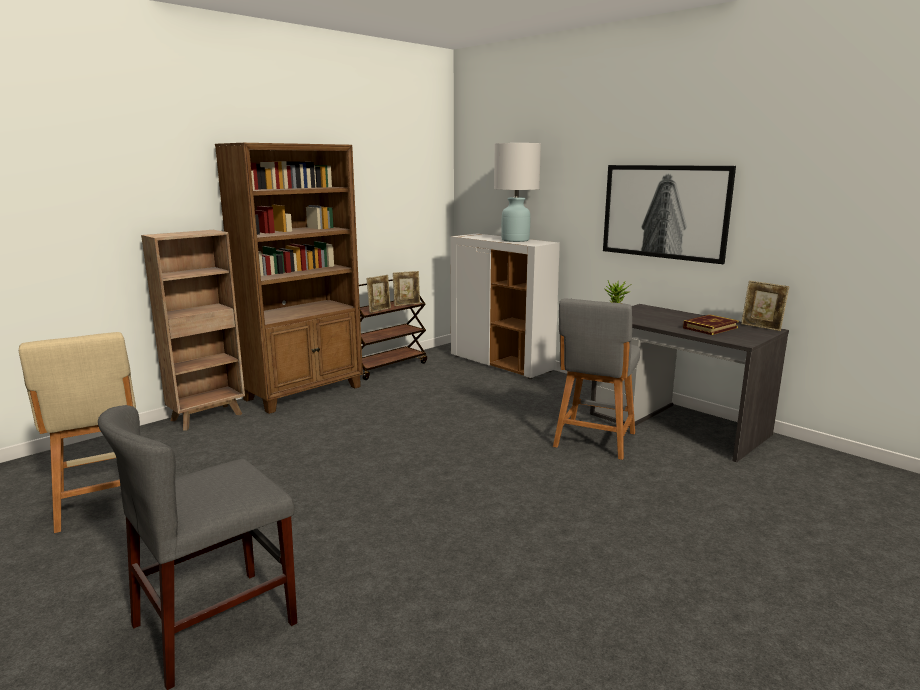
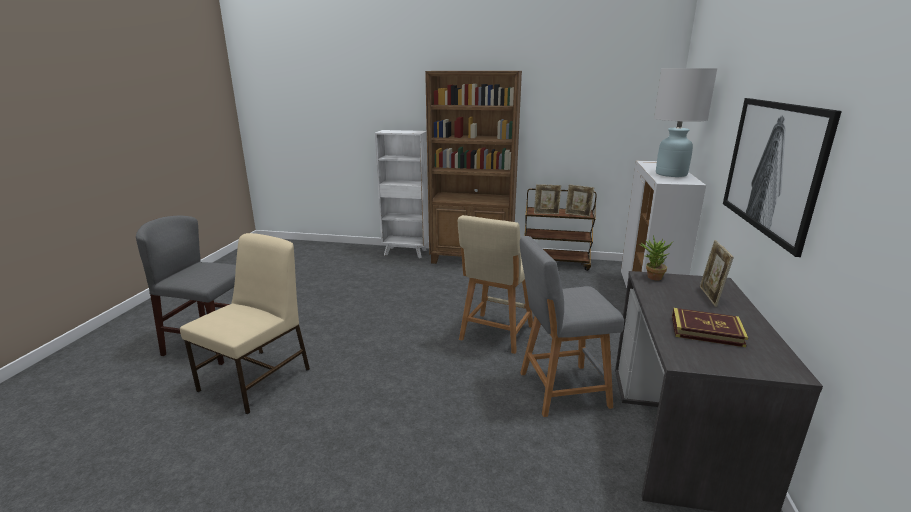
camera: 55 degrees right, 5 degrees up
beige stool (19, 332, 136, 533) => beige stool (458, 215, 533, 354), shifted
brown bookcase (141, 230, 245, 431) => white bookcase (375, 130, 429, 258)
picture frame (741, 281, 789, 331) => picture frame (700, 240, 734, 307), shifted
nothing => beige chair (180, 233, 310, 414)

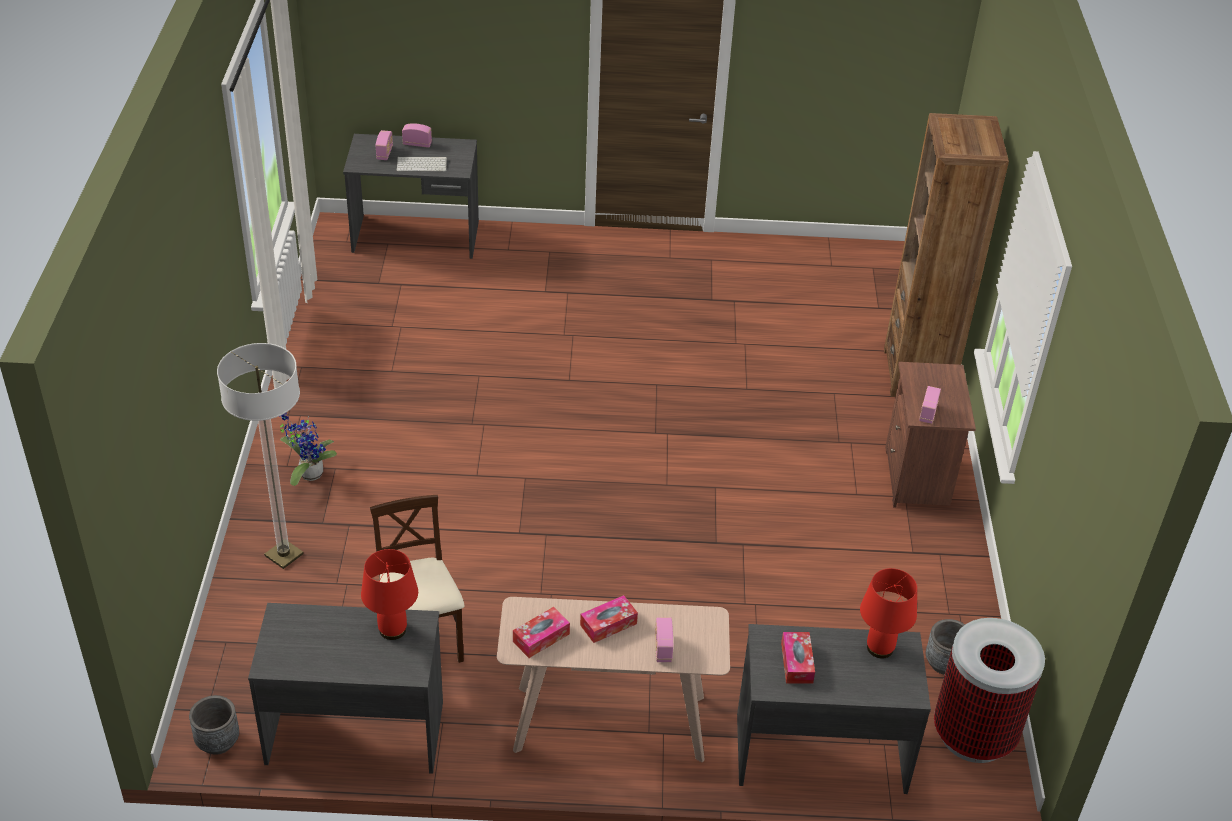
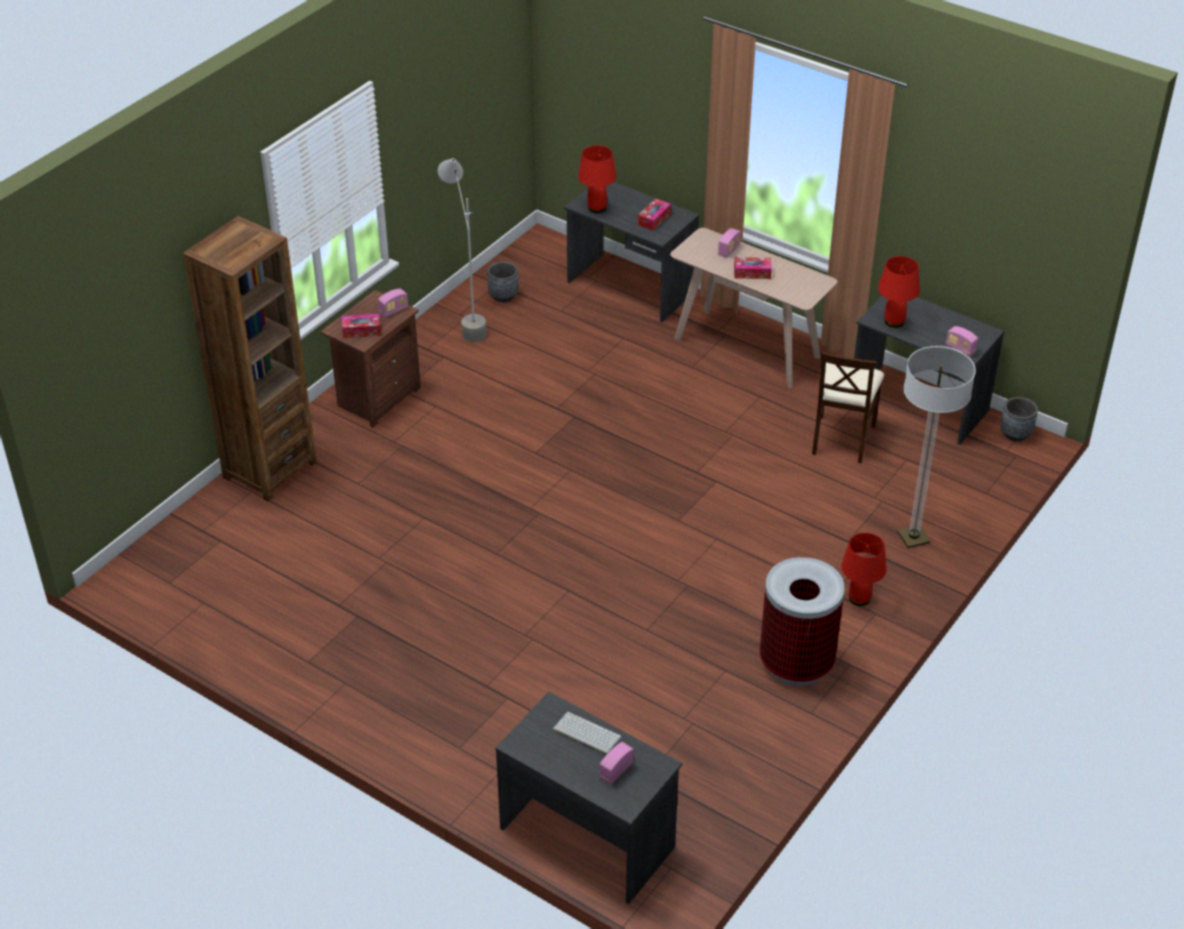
camera: 145 degrees left, 0 degrees up
potted plant (280, 412, 337, 486) => red table lamp (841, 533, 887, 606)
radio (402, 123, 432, 148) => radio (946, 326, 978, 357), shifted
tissue box (513, 607, 570, 658) => tissue box (342, 314, 381, 338), shifted
trash can (934, 618, 1045, 763) => trash can (760, 557, 845, 686), shifted
nothing => grey floor lamp (438, 158, 487, 342)

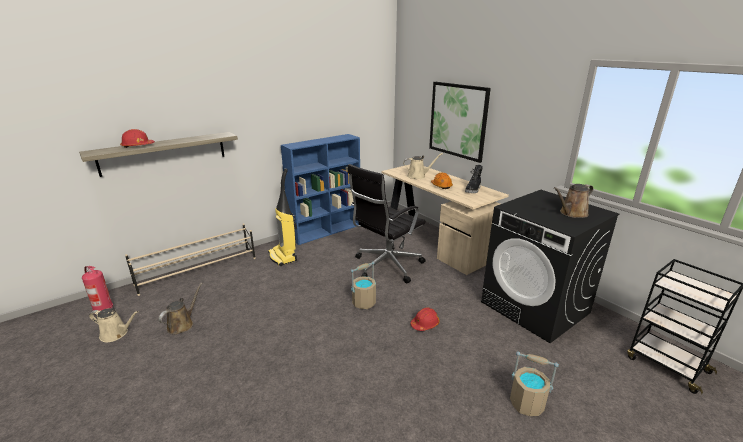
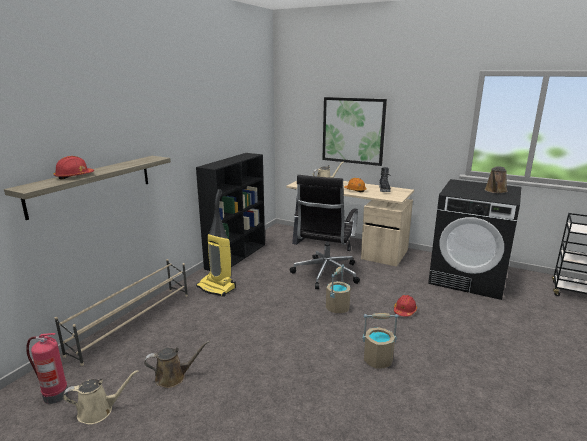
camera: 25 degrees left, 5 degrees down
brown watering can (159, 283, 203, 334) => brown watering can (144, 341, 210, 388), 75 degrees clockwise
blue bookcase (281, 134, 360, 245) => black bookcase (196, 153, 265, 271)
beige bucket (510, 351, 559, 416) => beige bucket (362, 313, 398, 369), shifted

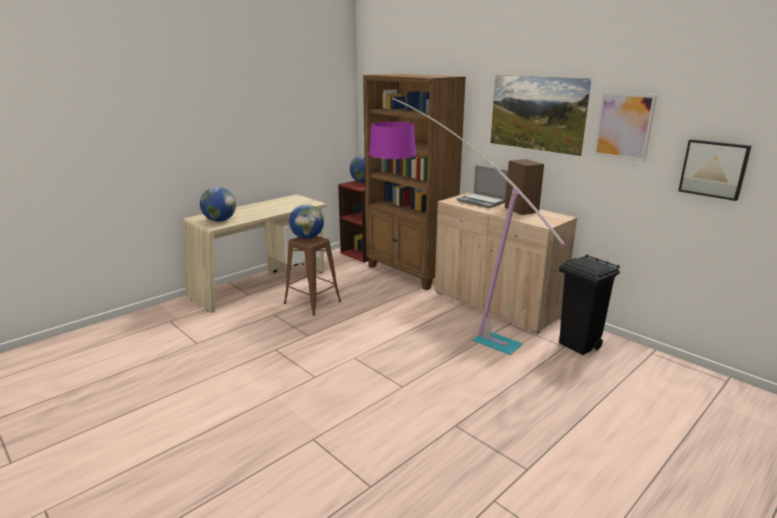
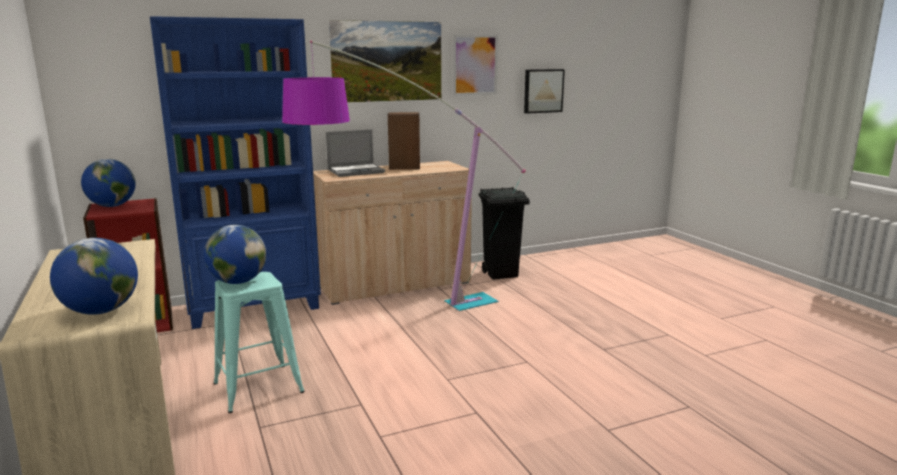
camera: 70 degrees left, 5 degrees down
brown stool (284, 236, 341, 316) => turquoise stool (214, 272, 305, 413)
brown bookcase (363, 74, 466, 290) => blue bookcase (150, 16, 321, 329)

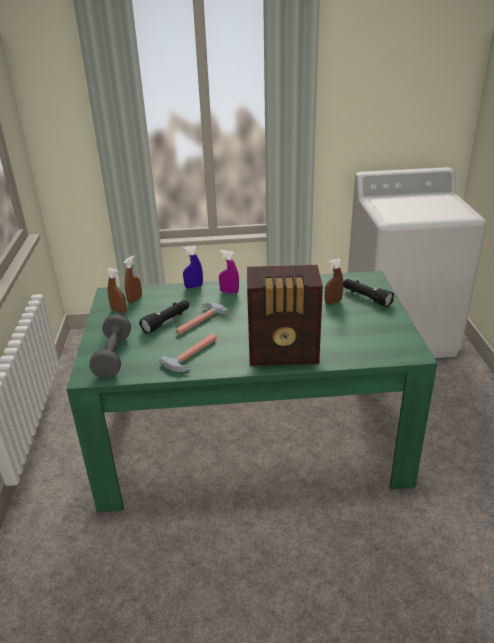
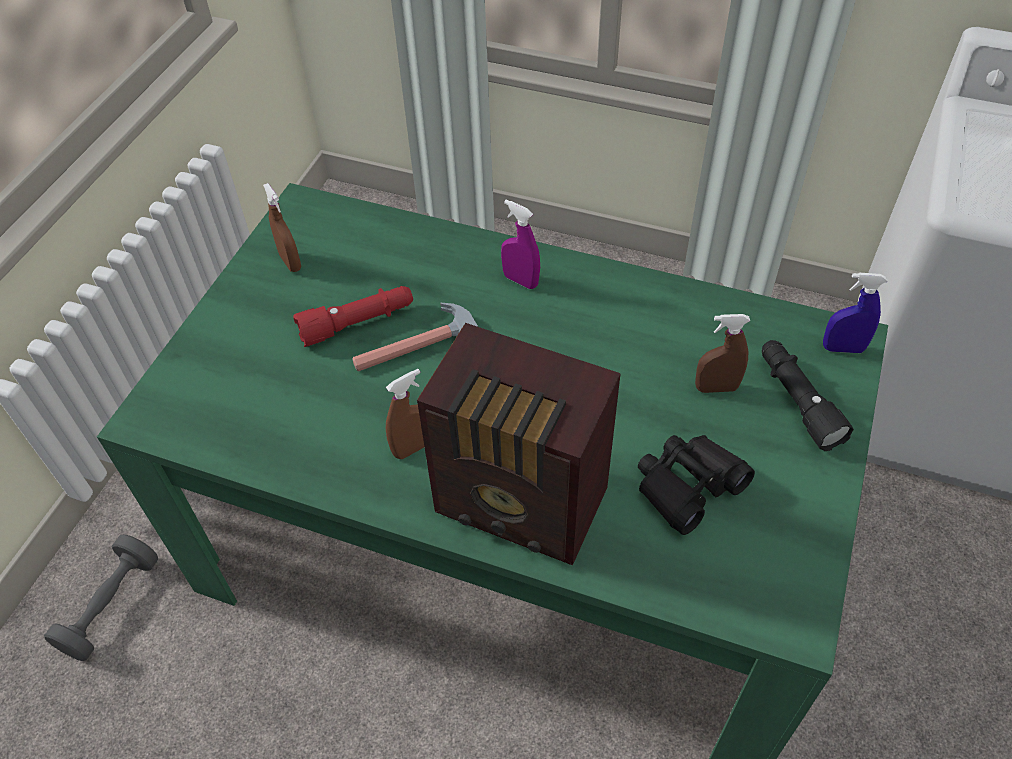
camera: 25 degrees right, 20 degrees up
grey dumbbell (89, 314, 131, 378) => grey dumbbell (44, 535, 158, 661), shifted
brown spray bottle (124, 255, 142, 303) => brown spray bottle (386, 369, 424, 459), shifted
black flashlight (139, 300, 189, 334) => red flashlight (293, 286, 413, 347)
hammer (159, 334, 217, 372) => nothing
blue spray bottle (183, 246, 203, 289) => blue spray bottle (823, 273, 887, 353), shifted
nothing => black binoculars (638, 435, 755, 535)

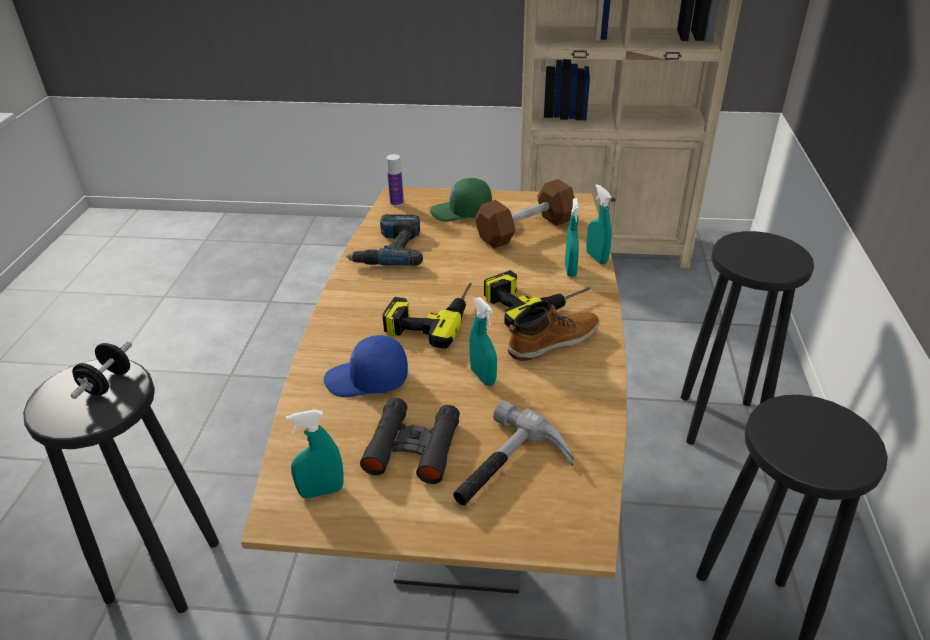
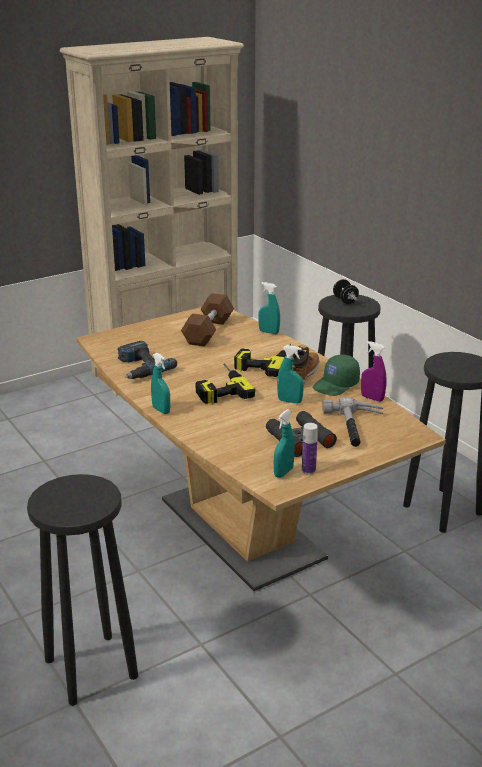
camera: 40 degrees left, 10 degrees down
black dumbbell (70, 342, 132, 399) => black dumbbell (333, 279, 359, 304), shifted
blue cap (324, 335, 408, 397) => nothing
bottle (386, 154, 404, 206) => bottle (302, 423, 318, 474), shifted
green cap (430, 178, 492, 222) => green cap (312, 354, 360, 396), shifted
turquoise spray bottle (565, 198, 579, 277) => turquoise spray bottle (151, 353, 170, 414), shifted
nothing => purple spray bottle (361, 341, 387, 402)

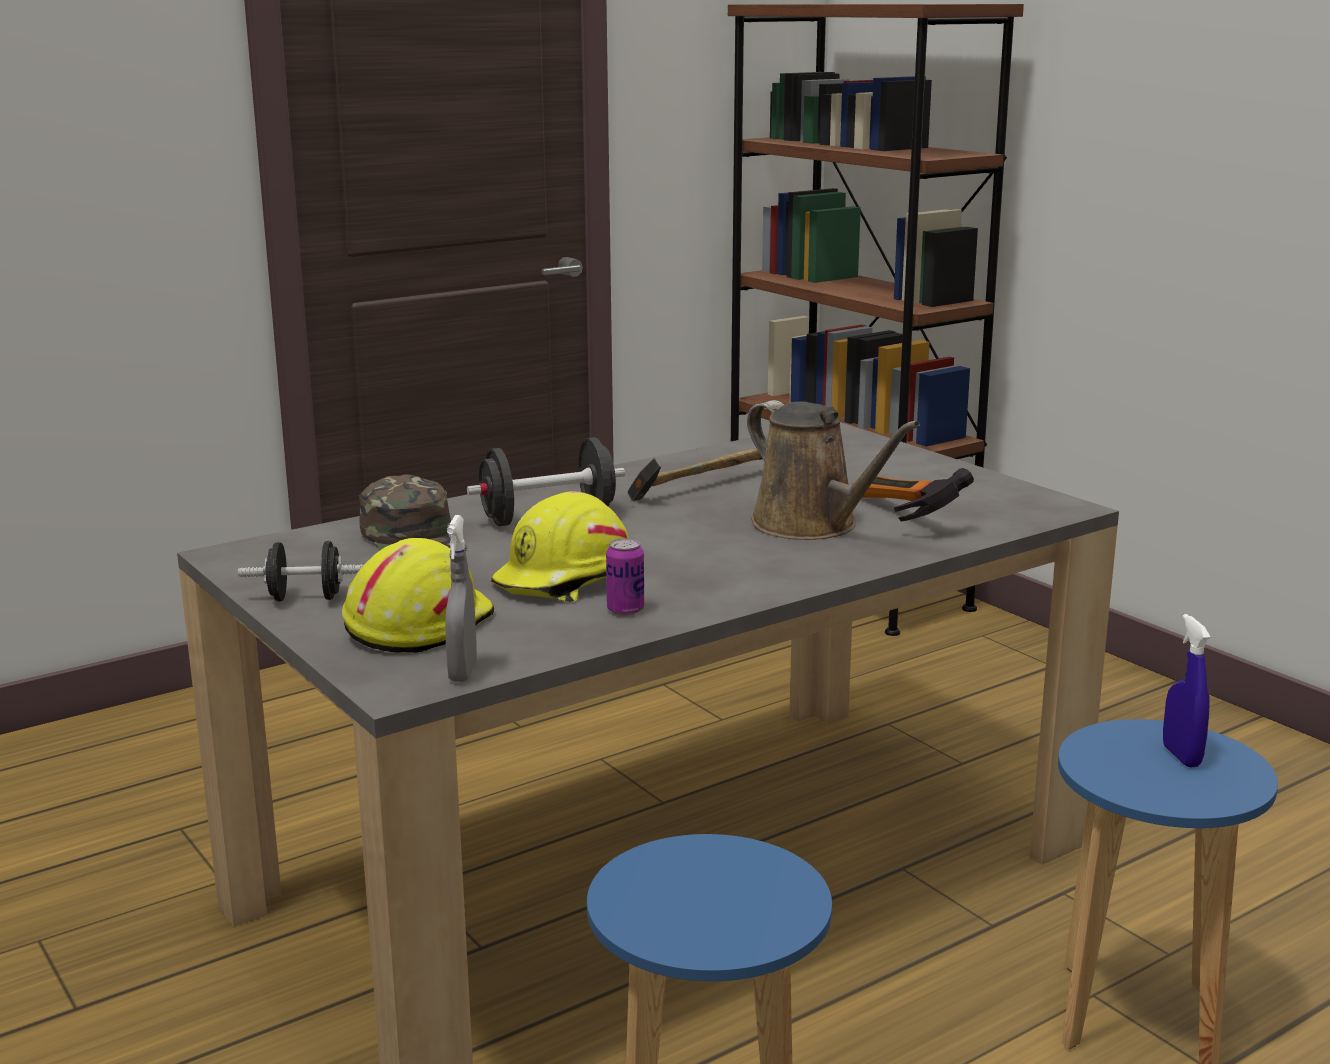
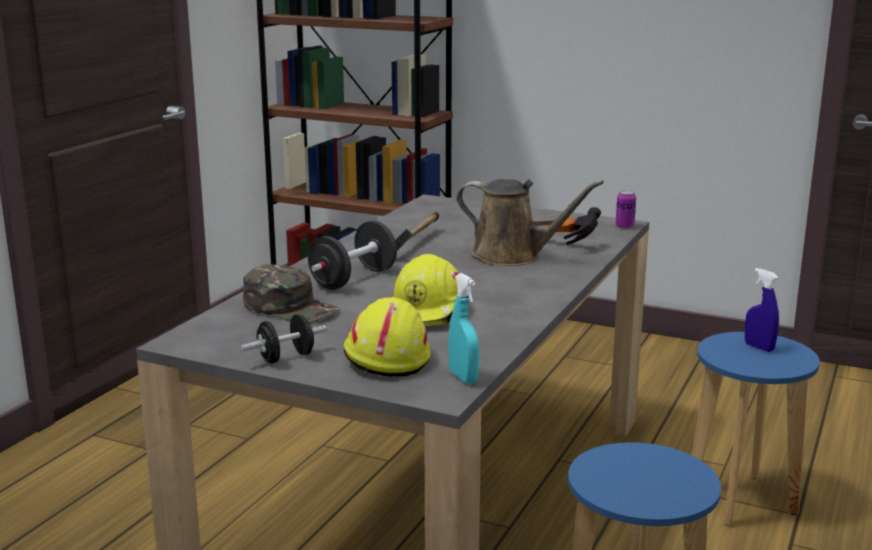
camera: 30 degrees left, 0 degrees up
grey spray bottle (445, 515, 477, 682) => turquoise spray bottle (449, 273, 479, 384)
can (606, 538, 644, 616) => can (616, 190, 636, 229), shifted

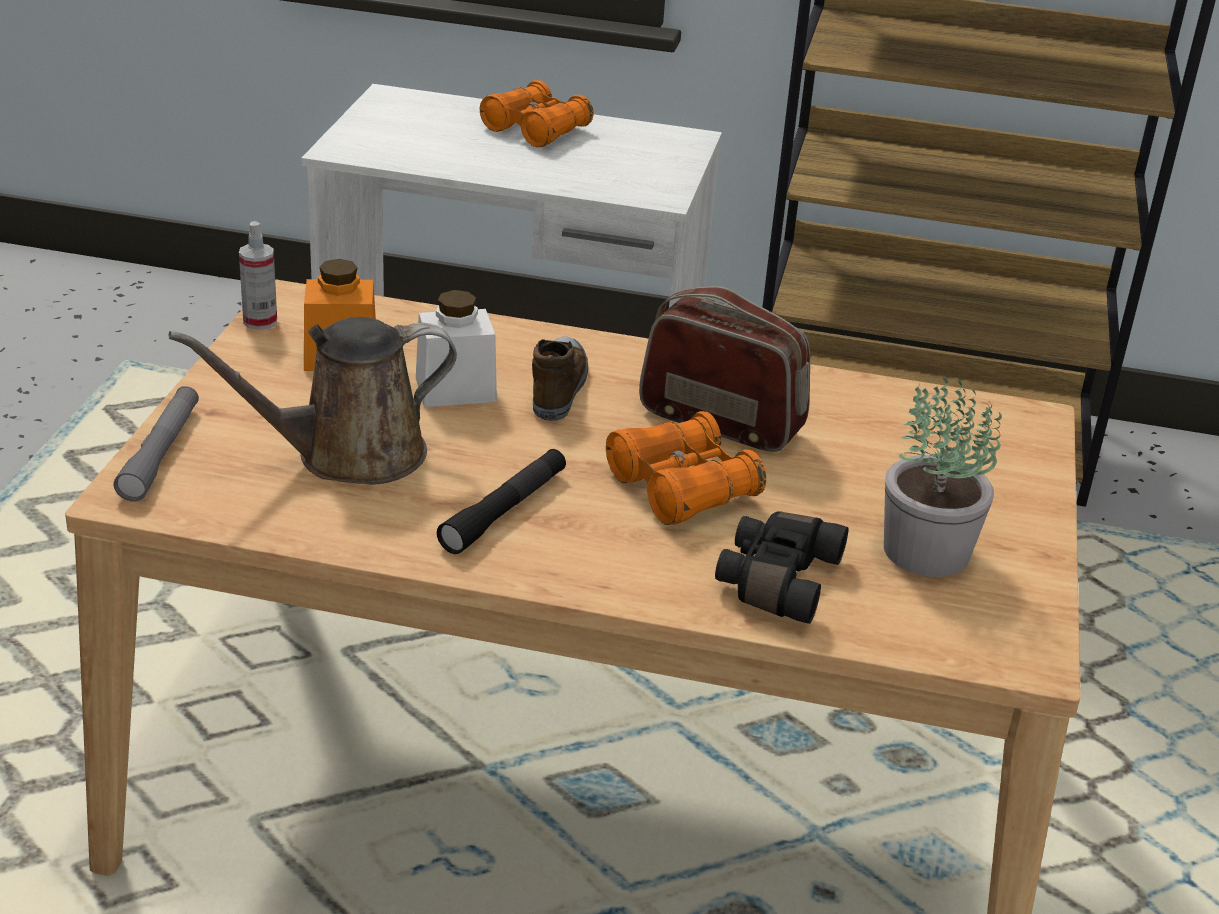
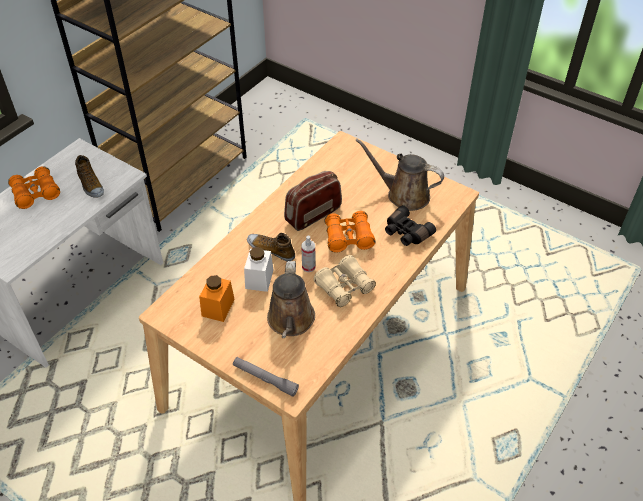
camera: 65 degrees left, 15 degrees up
spray bottle (239, 221, 277, 330) => spray bottle (301, 236, 316, 272), shifted
black flashlight (437, 449, 566, 554) => beige binoculars (314, 255, 376, 307)
potted plant (884, 377, 1002, 577) => brown watering can (355, 138, 444, 211)
nothing => shoe (75, 155, 104, 198)

